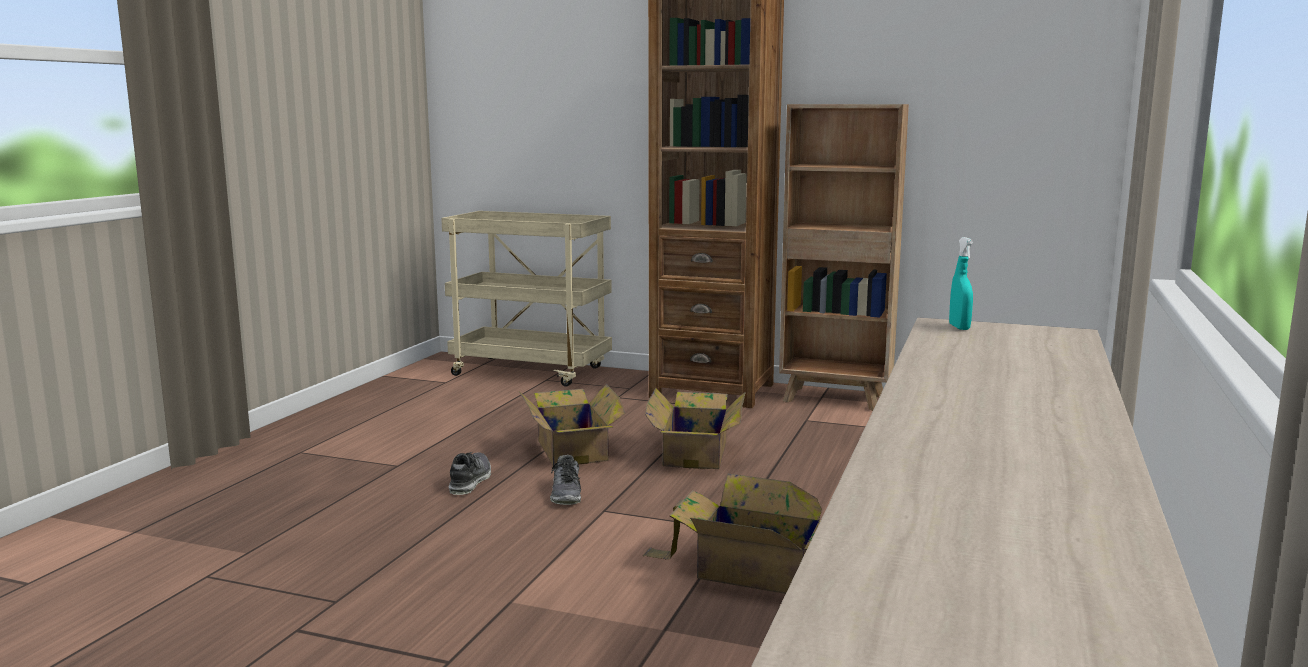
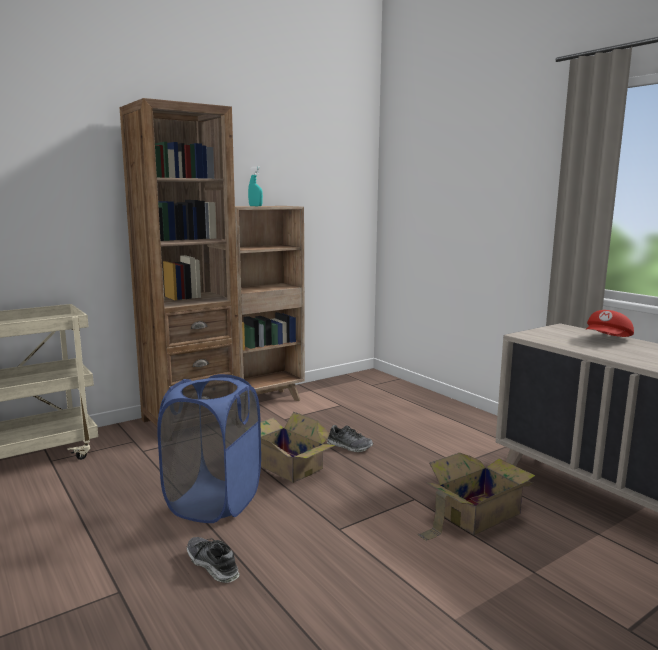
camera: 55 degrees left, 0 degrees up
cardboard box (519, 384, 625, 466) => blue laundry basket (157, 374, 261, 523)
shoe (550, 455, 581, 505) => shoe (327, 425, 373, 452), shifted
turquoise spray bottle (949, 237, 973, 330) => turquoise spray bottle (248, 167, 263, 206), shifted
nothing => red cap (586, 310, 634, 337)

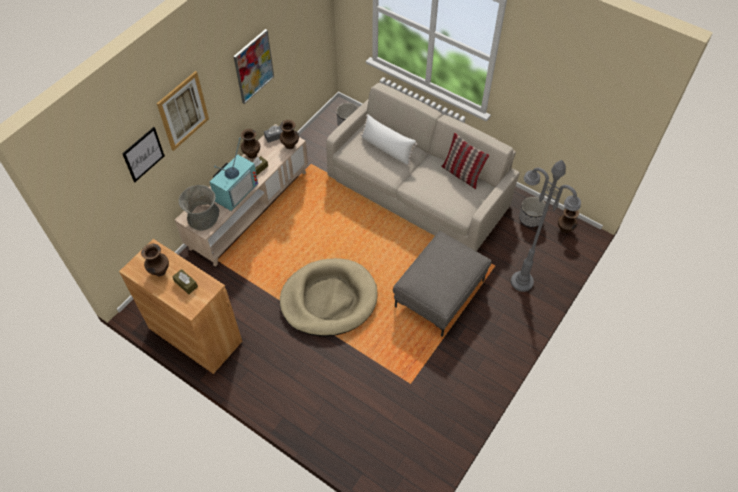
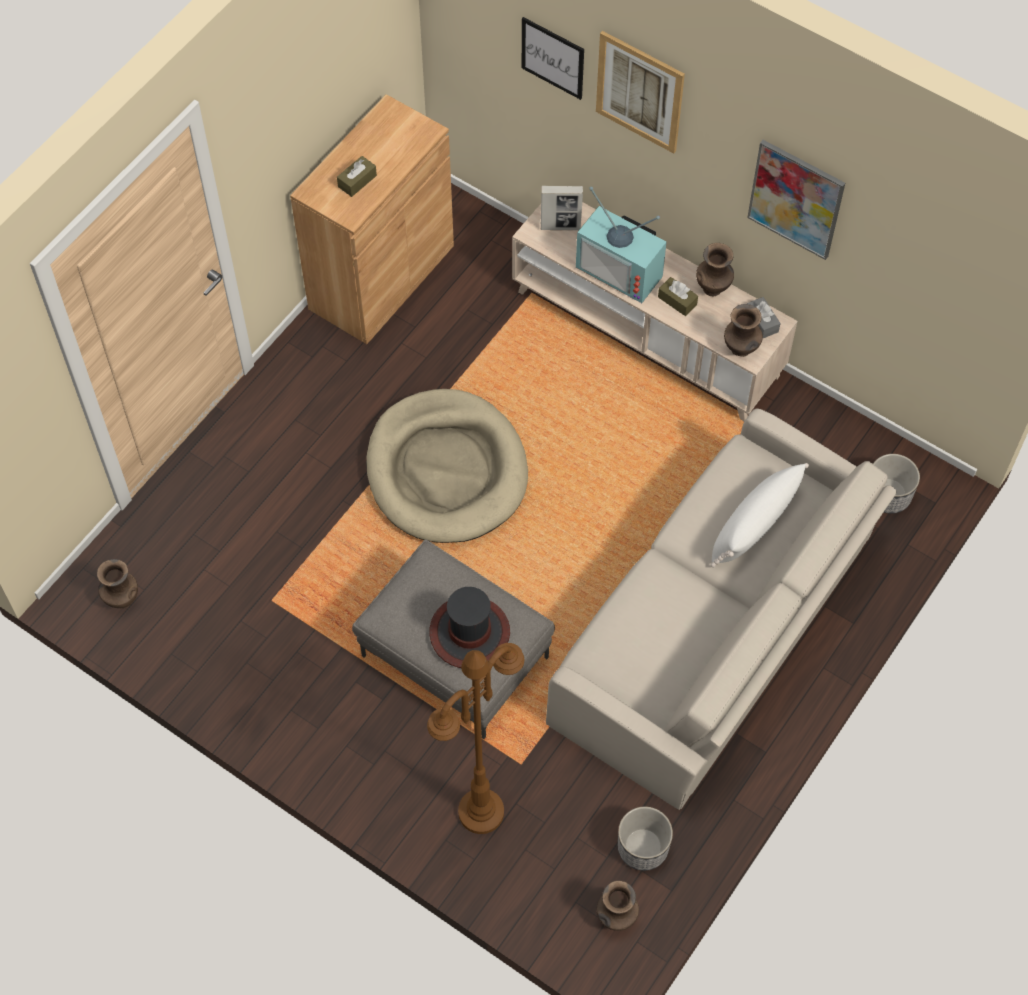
camera: 90 degrees right, 5 degrees up
brown vase (141, 244, 169, 276) => brown vase (97, 559, 138, 609), shifted
grey vase (179, 185, 219, 231) => picture frame (541, 186, 583, 230)
pillow (441, 133, 489, 189) => nothing
grey floor lamp (511, 160, 581, 292) => brown floor lamp (427, 643, 524, 834)
nothing => hat (430, 587, 510, 668)

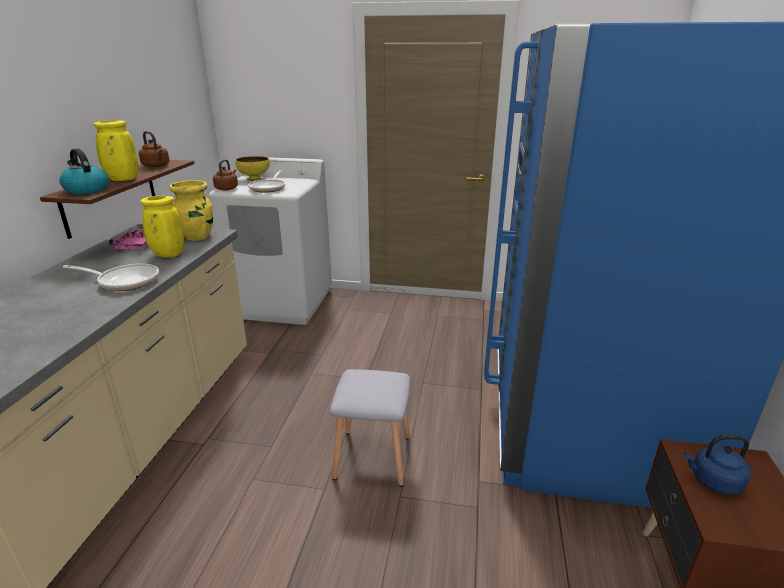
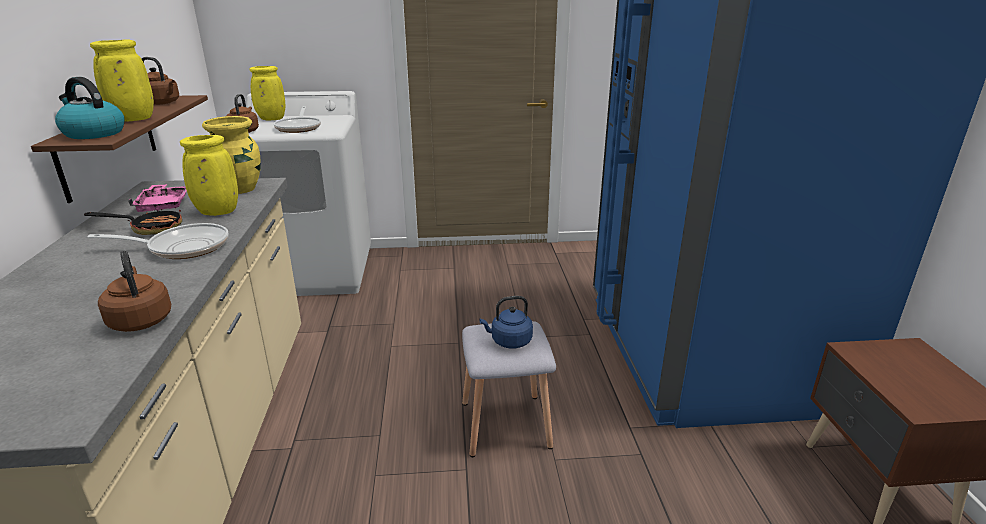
camera: 15 degrees left, 0 degrees up
yellow bowl (235, 156, 270, 181) => yellow vase (250, 66, 285, 121)
blue kettle (684, 435, 751, 495) => blue kettle (479, 296, 533, 349), shifted
nothing => frying pan (84, 207, 182, 235)
nothing => brown kettle (98, 251, 171, 332)

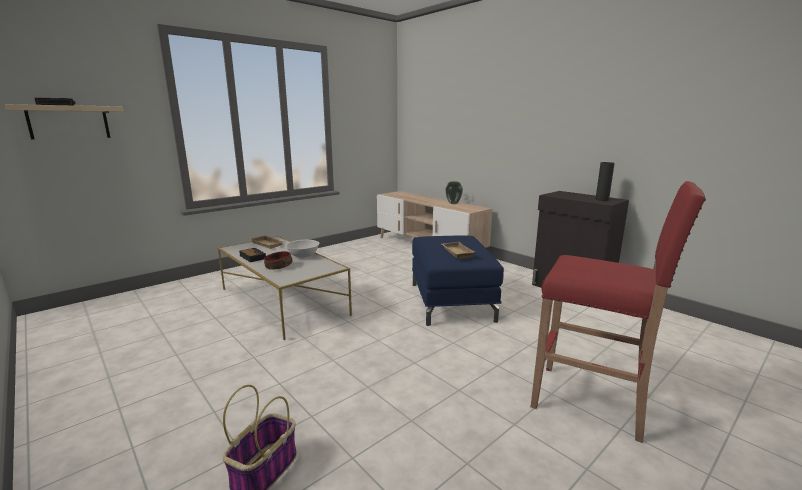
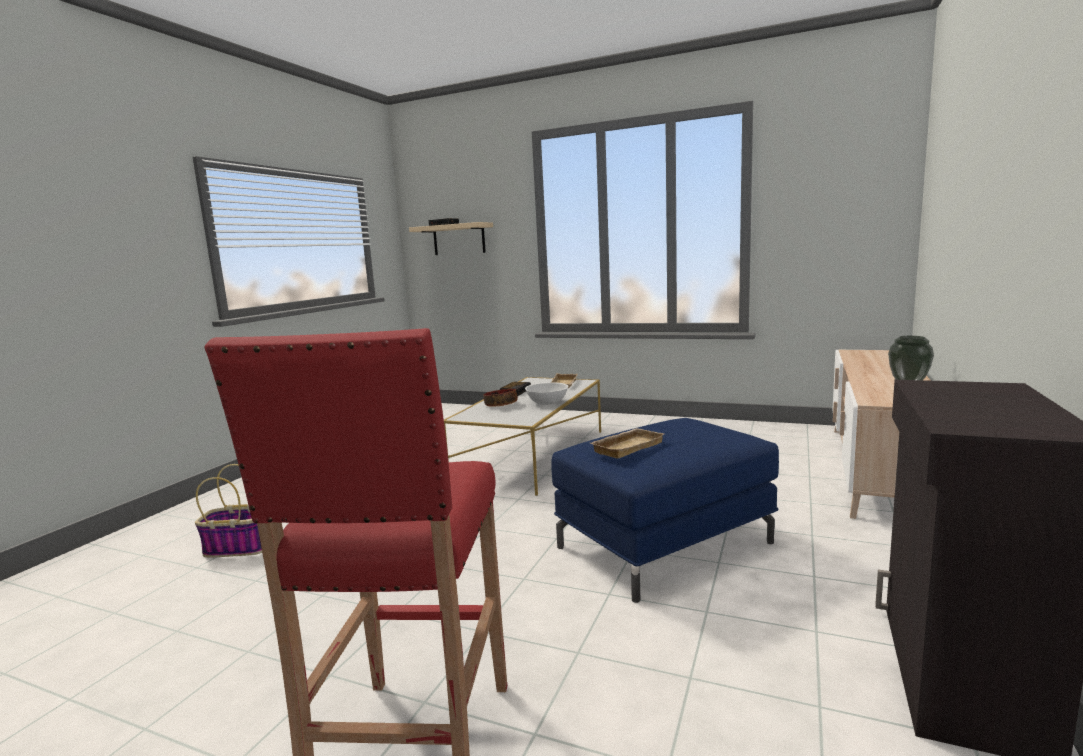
camera: 65 degrees right, 5 degrees down
black vase (596, 162, 615, 201) => nothing

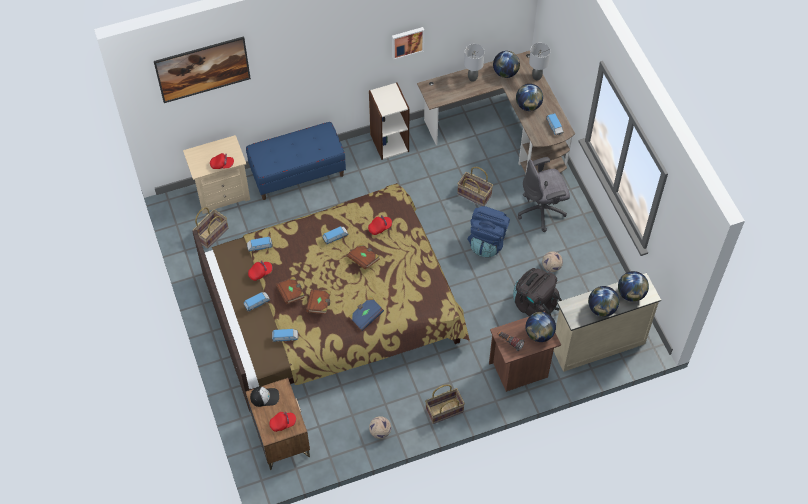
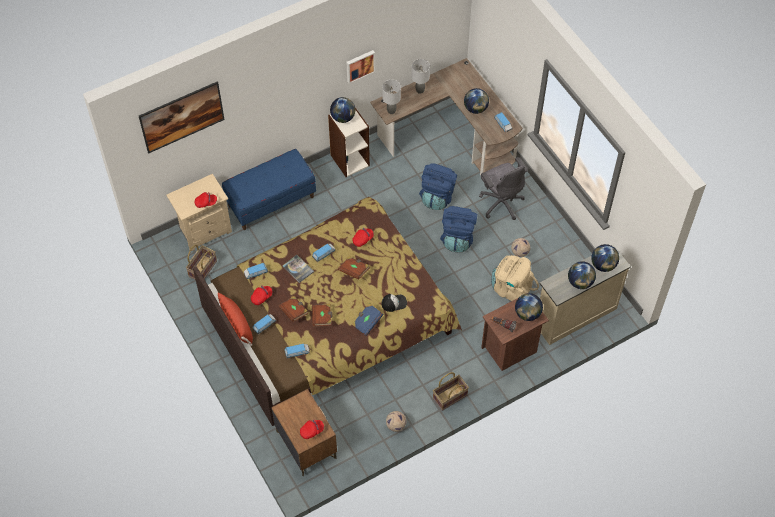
camera: 10 degrees left, 0 degrees up
cap (250, 386, 279, 407) => cap (382, 294, 407, 312), shifted
basket (457, 167, 493, 206) => blue backpack (419, 163, 457, 210)
globe (493, 51, 520, 78) => globe (330, 97, 356, 123), shifted
black backpack (513, 268, 562, 316) => beige backpack (491, 255, 539, 301)
grey office chair (518, 157, 570, 232) => grey office chair (479, 157, 528, 220), 90 degrees counterclockwise
grey table lamp (529, 43, 550, 80) => grey table lamp (382, 80, 401, 114), shifted
nothing => red pillow (217, 292, 253, 346)
nothing => book (282, 255, 314, 283)

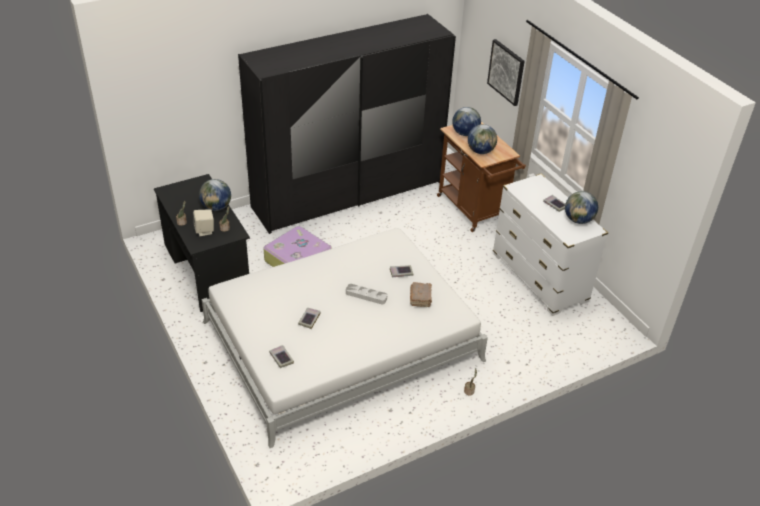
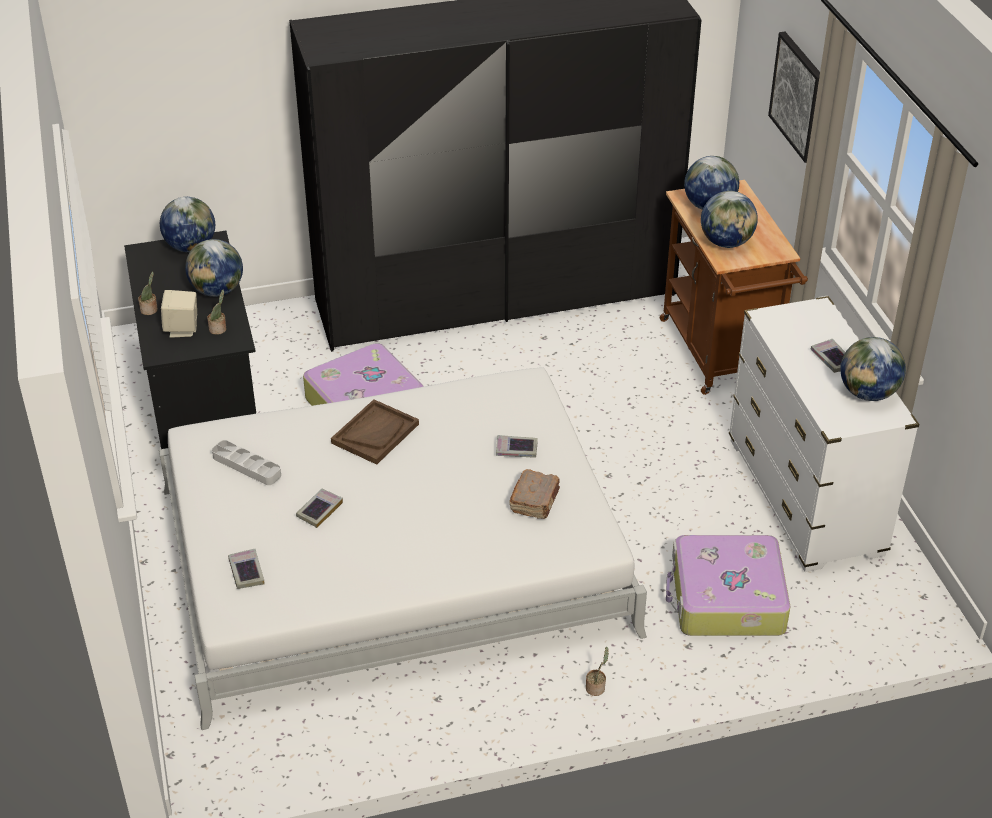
camera: 15 degrees right, 0 degrees up
grey tray (346, 284, 387, 304) => grey tray (212, 440, 281, 485), shifted
nothing => globe (160, 197, 215, 252)
nothing => brown tray (331, 399, 419, 465)
nothing => suitcase (666, 535, 790, 636)

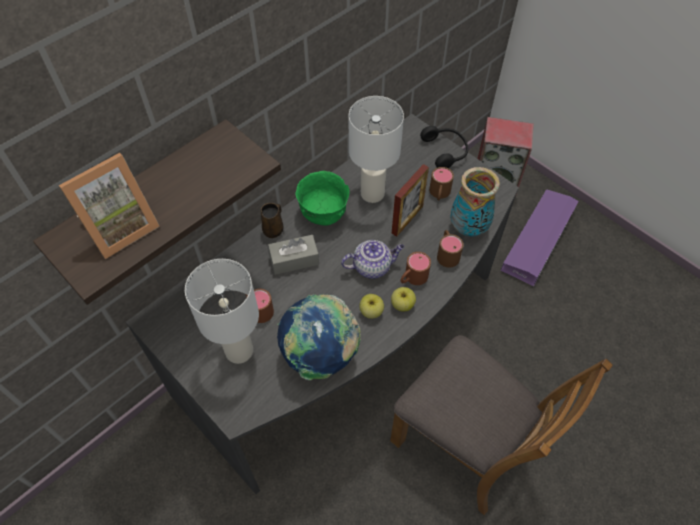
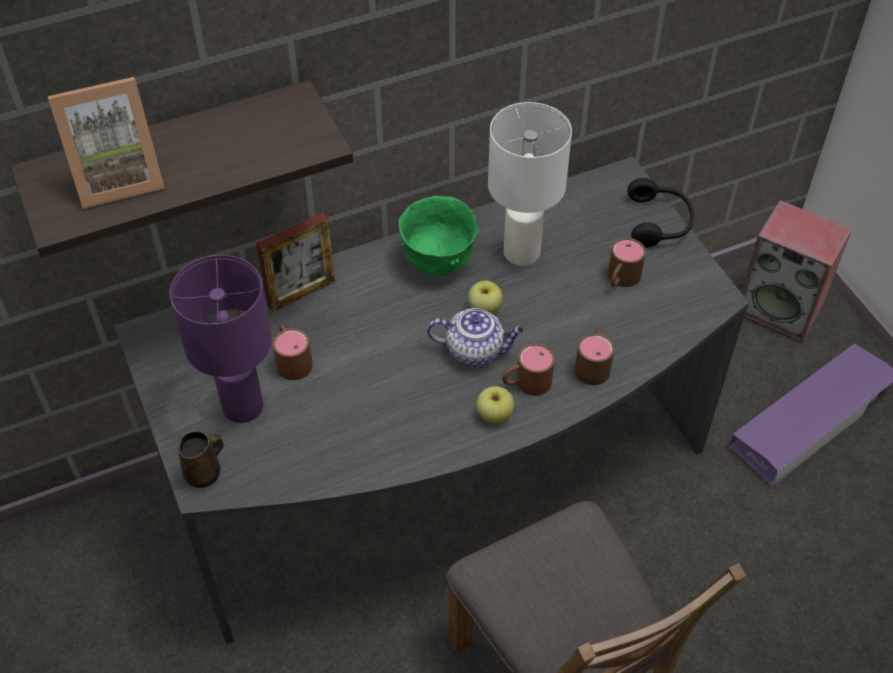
camera: 20 degrees right, 5 degrees down
white table lamp (185, 259, 259, 364) => purple table lamp (170, 255, 272, 423)
brown mug (261, 203, 284, 238) => brown mug (178, 430, 224, 488), shifted
grey tissue box (268, 235, 319, 275) => nothing
globe (277, 294, 361, 381) => nothing
apple (359, 294, 384, 319) => apple (468, 281, 503, 314), shifted
picture frame (391, 164, 429, 236) => picture frame (256, 213, 335, 312), shifted
vase (450, 167, 500, 237) => nothing

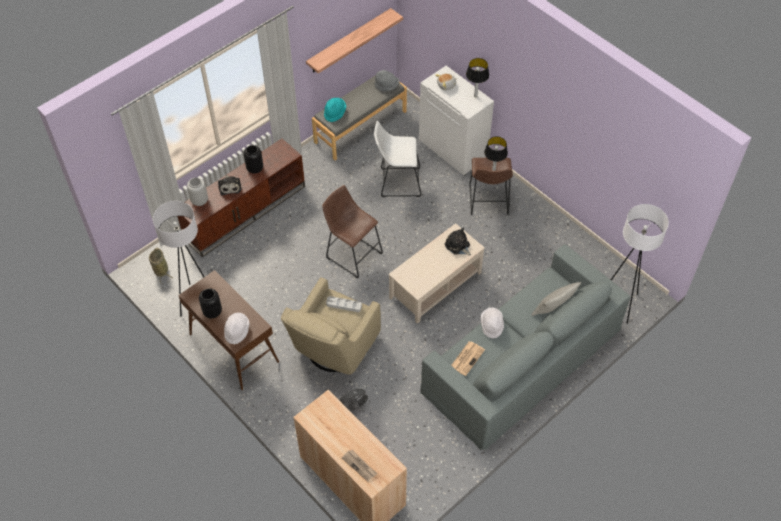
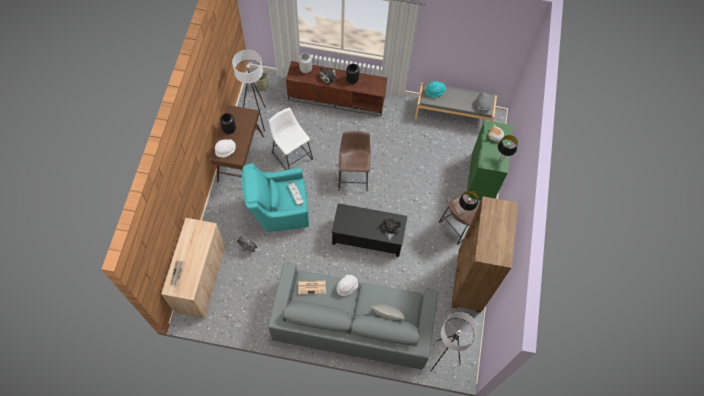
camera: 50 degrees right, 10 degrees up
beige armchair (281, 277, 381, 375) => turquoise armchair (242, 163, 309, 232)
shelf (306, 8, 403, 74) => nothing
white stool (374, 121, 421, 197) => white stool (269, 108, 313, 170), shifted
beige coffee table (388, 223, 485, 324) => black coffee table (332, 203, 407, 257)
white cabinet (419, 66, 494, 176) => green cabinet (467, 121, 513, 200)
nothing => brown bookcase (451, 196, 518, 313)

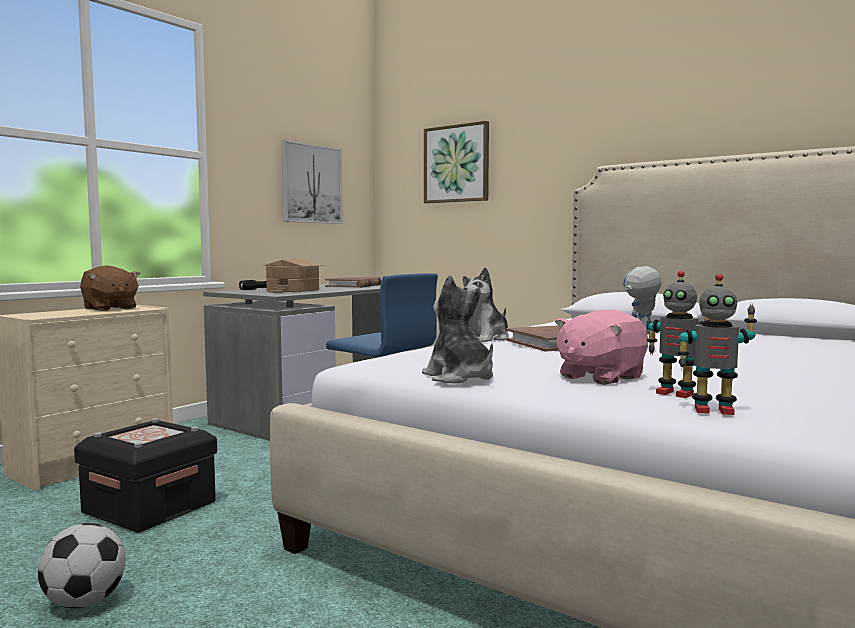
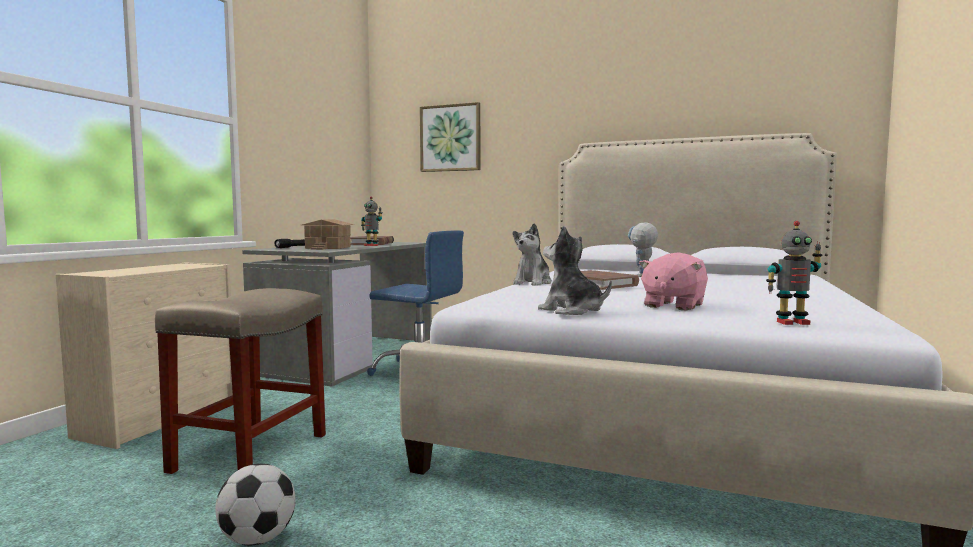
camera: 15 degrees left, 0 degrees up
black storage box (74, 418, 217, 533) => beige stool (155, 288, 326, 474)
brown plush toy (80, 265, 140, 311) => nothing
picture (281, 140, 343, 224) => nothing
toy robot (647, 270, 709, 398) => toy robot (361, 196, 383, 246), shifted

